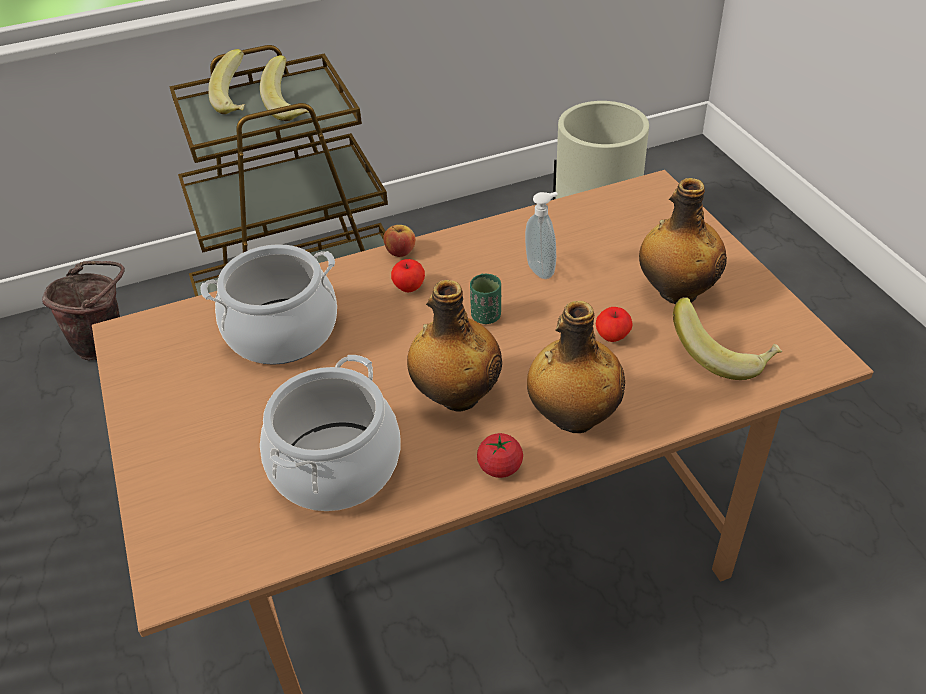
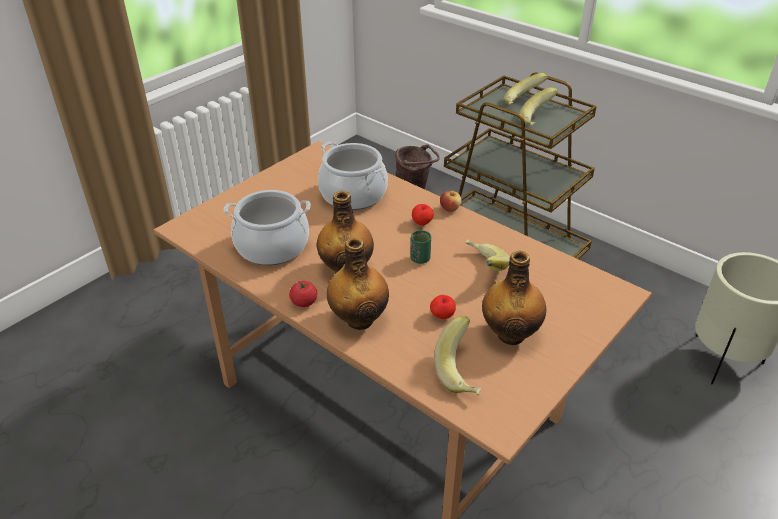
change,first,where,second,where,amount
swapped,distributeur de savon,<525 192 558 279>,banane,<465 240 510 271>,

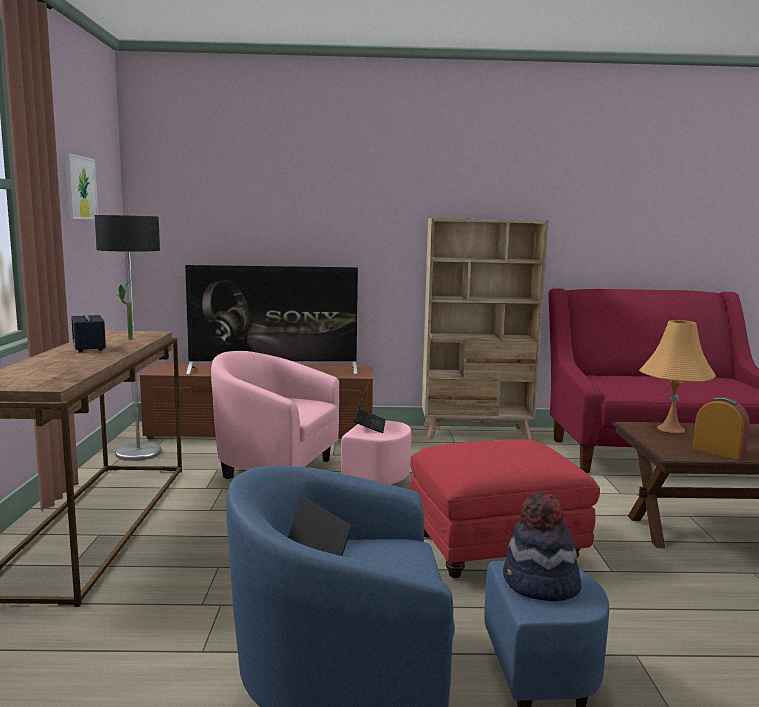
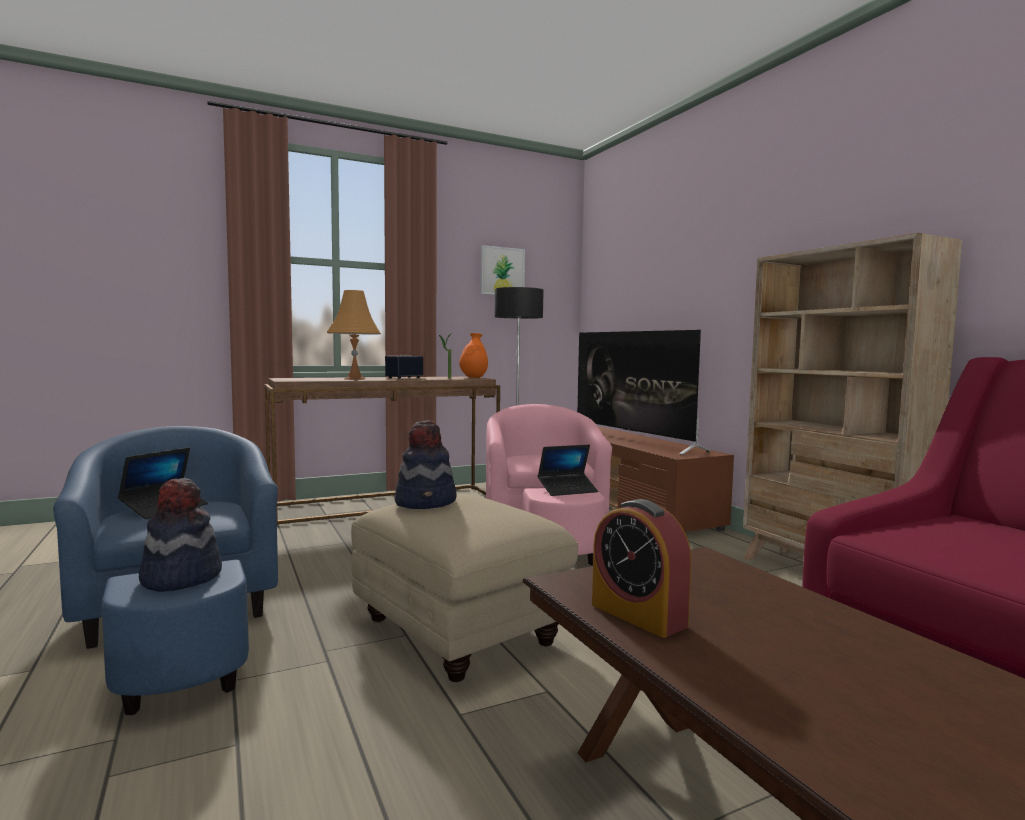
change,first,where,second,where,amount
shifted,lampe de table [orange],<639 320 716 433>,,<327 290 381 380>,
rotated,réveil,<692 397 750 460>,,<592 499 691 638>,120 degrees clockwise
repainted,pouf [rouge],<410 439 600 578>,pouf [beige],<351 495 578 682>,
new,,,vase [orange],<459 333 488 378>,
new,,,chapeau,<394 420 456 509>,

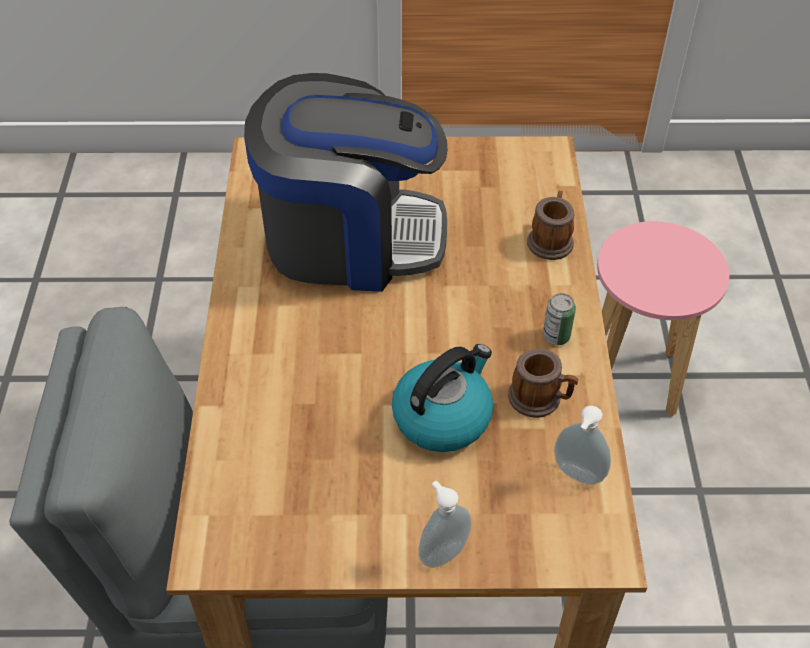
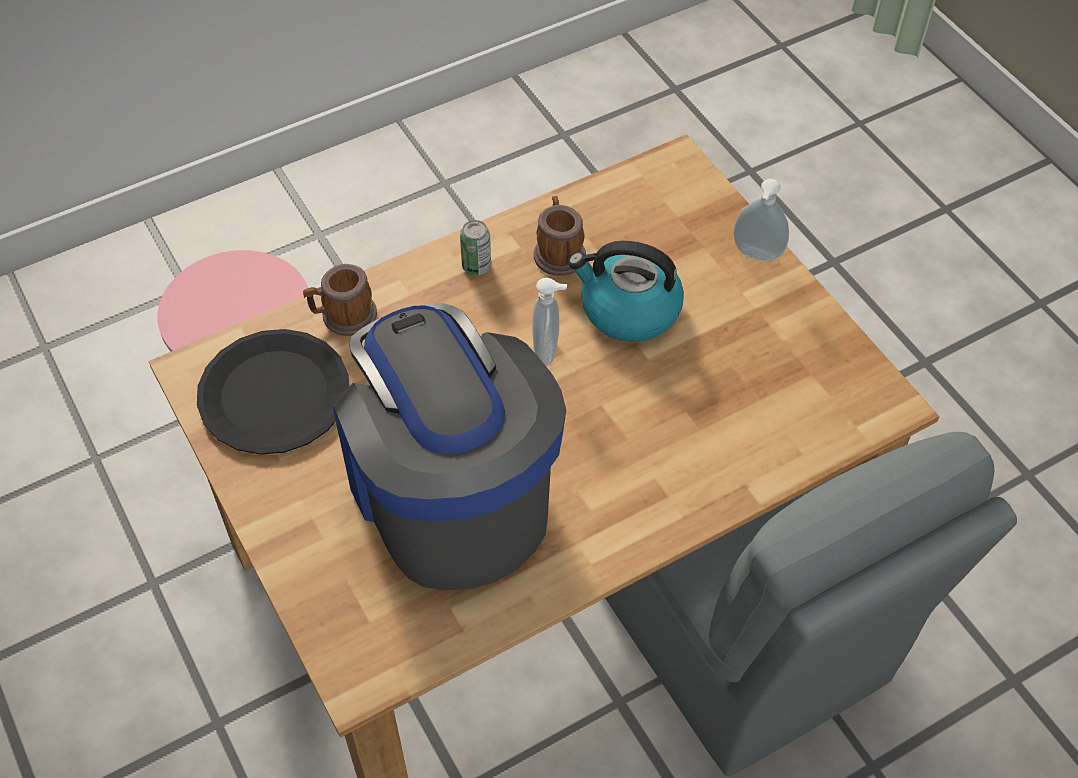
change,first,where,second,where,amount
shifted,distributeur de savon,<554 405 611 485>,,<532 278 567 366>,
new,,,assiette [noir],<197 329 349 455>,

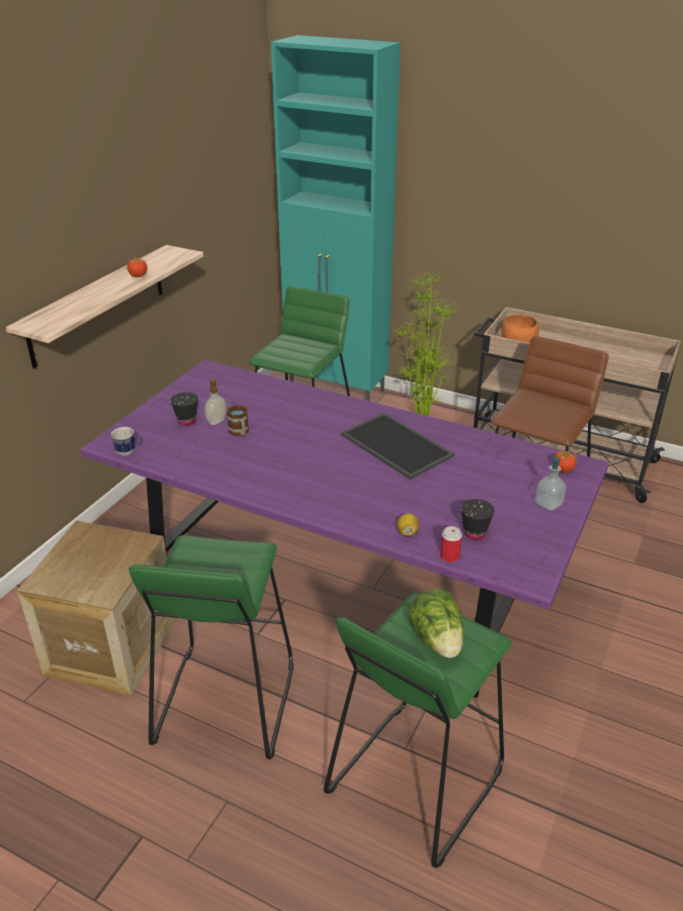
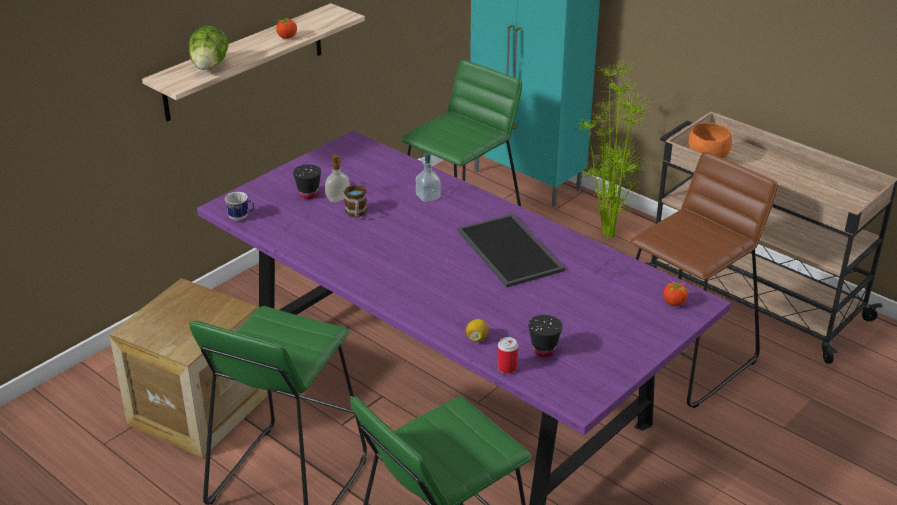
change,first,where,second,where,amount
shifted,distributeur de savon,<535 457 566 511>,,<416 152 440 202>,
shifted,laitue,<409 589 464 658>,,<189 26 229 70>,

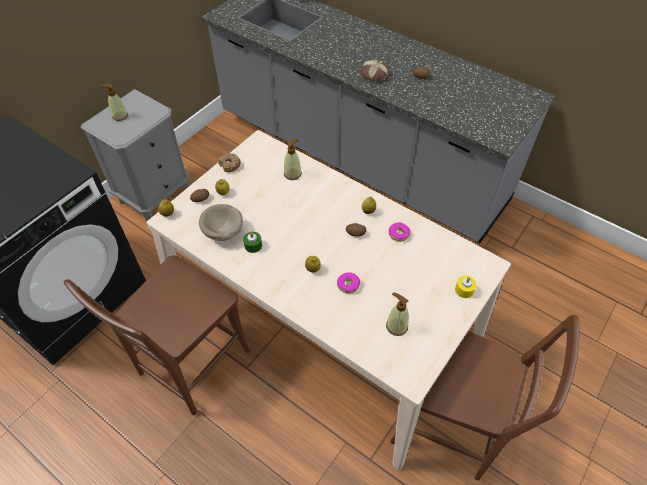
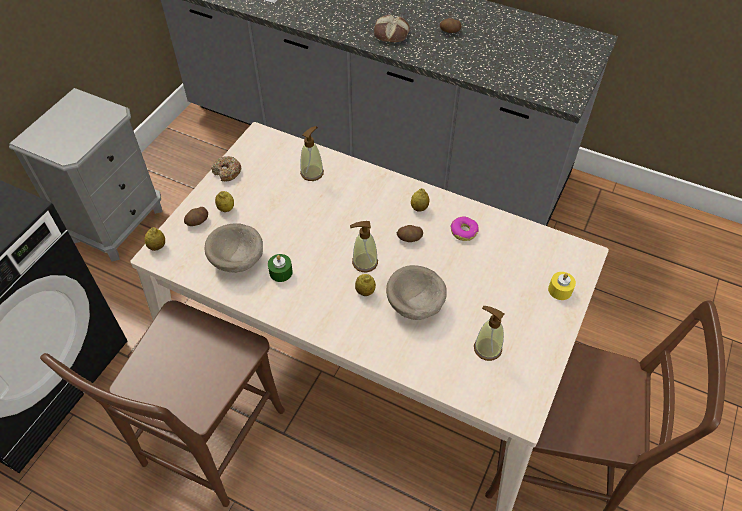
change,first,where,second,where,amount
shifted,distributeur de savon,<101 84 128 121>,,<350 221 378 273>,
swapped,beignet,<337 272 360 294>,bol [beige],<386 265 447 320>,

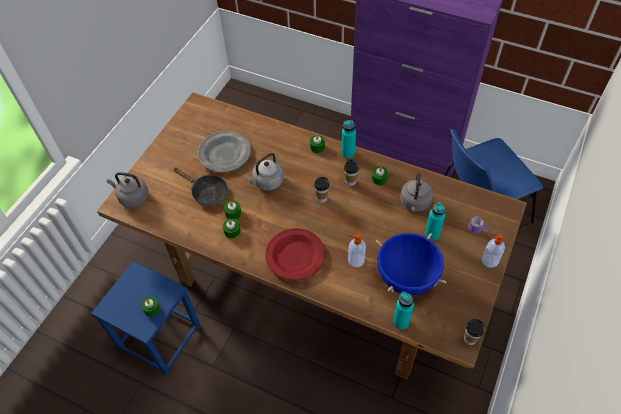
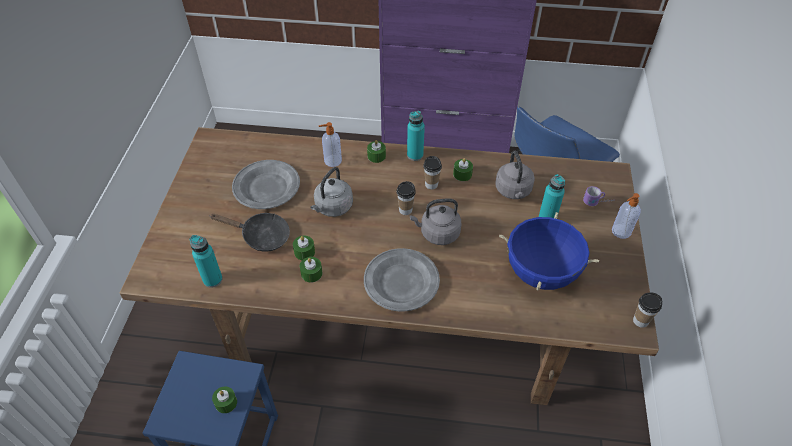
change,first,where,second,where,amount
shifted,bouilloire [gris],<107 172 149 208>,,<410 198 461 245>,
repainted,assiette [rouge],<265 228 325 281>,assiette [gris],<364 248 440 312>,
shifted,distributeur de savon,<348 234 366 267>,,<319 122 342 167>,
shifted,bouteille [turquoise],<393 292 414 330>,,<190 235 223 288>,

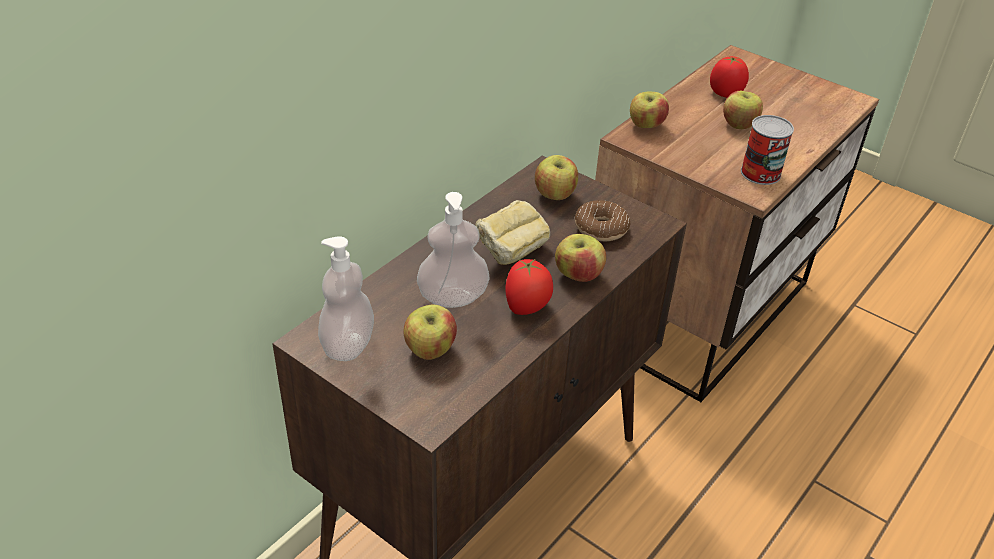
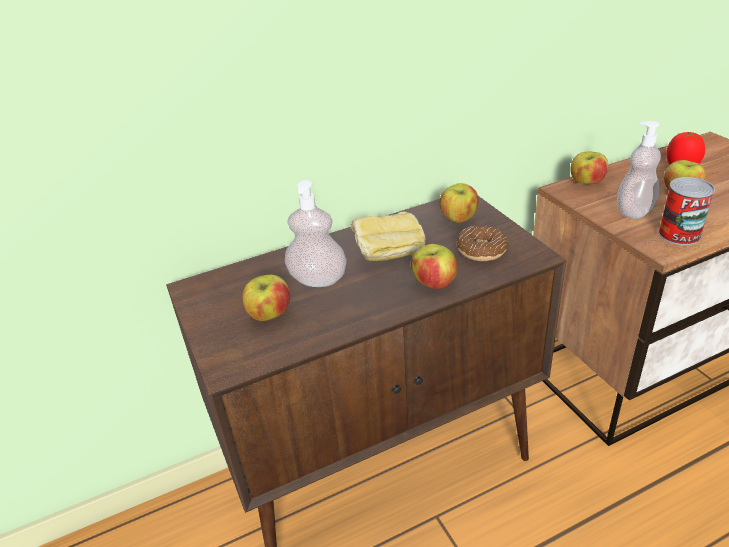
change,first,where,second,where,amount
shifted,distributeur de savon,<318 236 374 361>,,<617 121 661 219>,
gone,tomate,<505 258 553 315>,,,

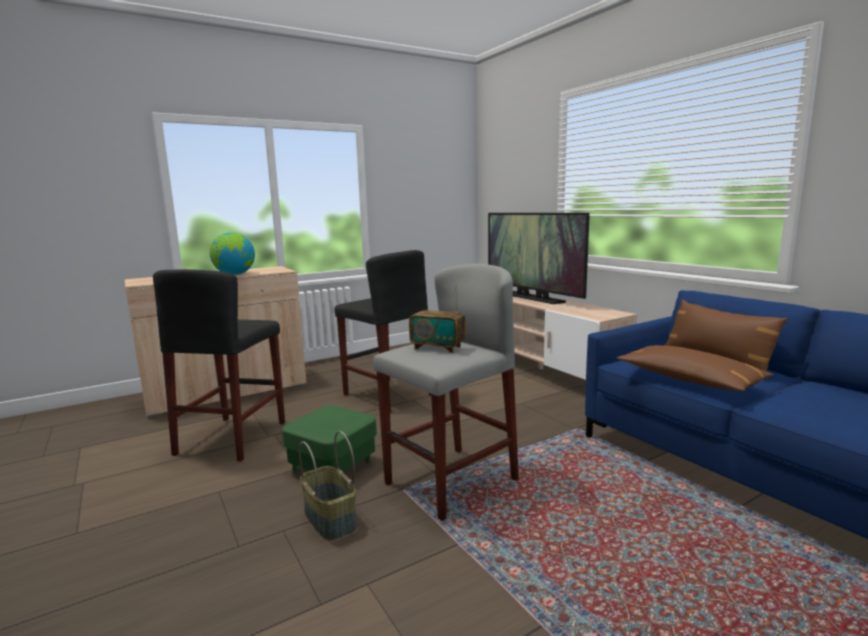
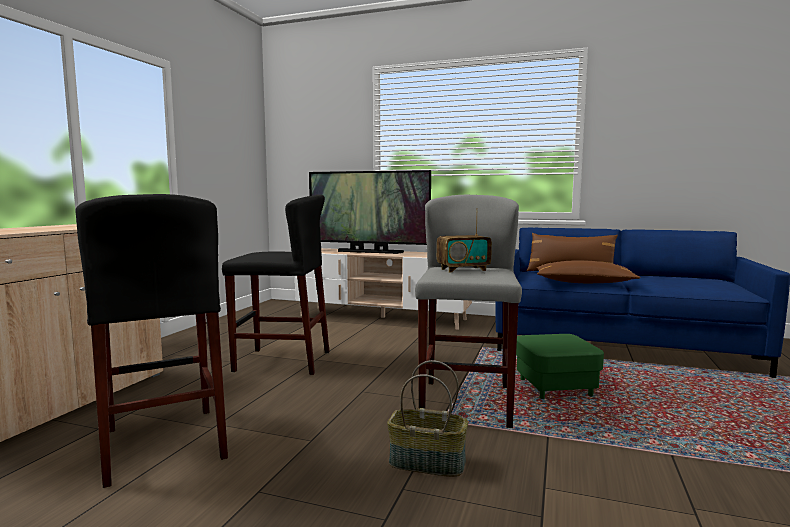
change,first,where,second,where,amount
gone,globe,<210 233 255 275>,,,
shifted,pouf [vert],<282 405 377 473>,,<516 334 604 399>,

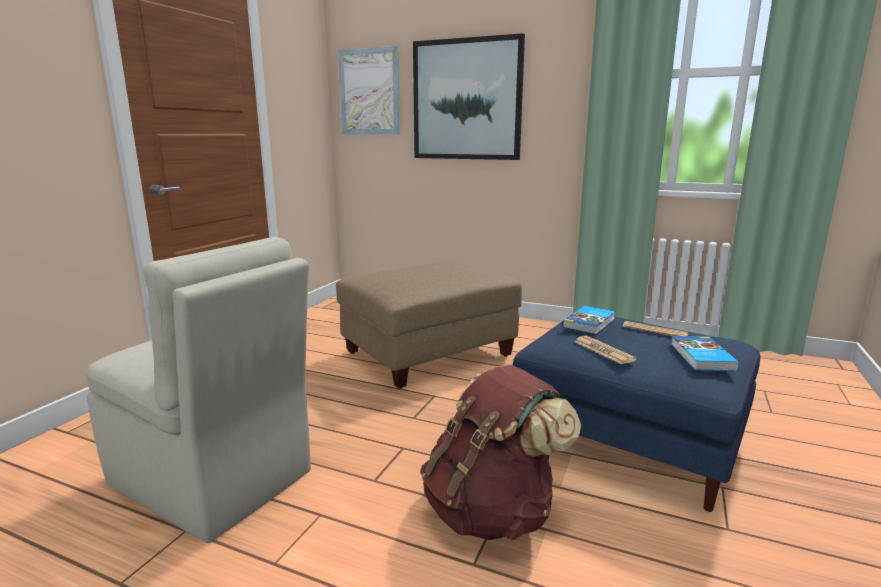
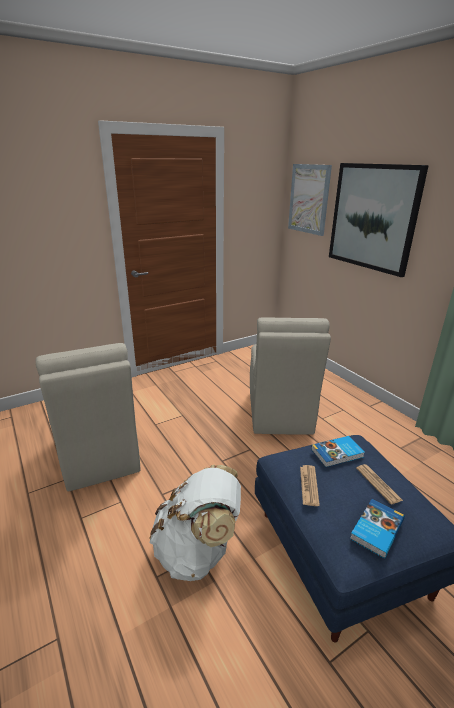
change,first,where,second,where,amount
swapped,pouf [beige],<336 261 522 389>,chaise [beige],<250 317 331 435>,
repainted,sac à dos [marron],<420 365 581 540>,sac à dos [blanc],<149 465 241 581>,

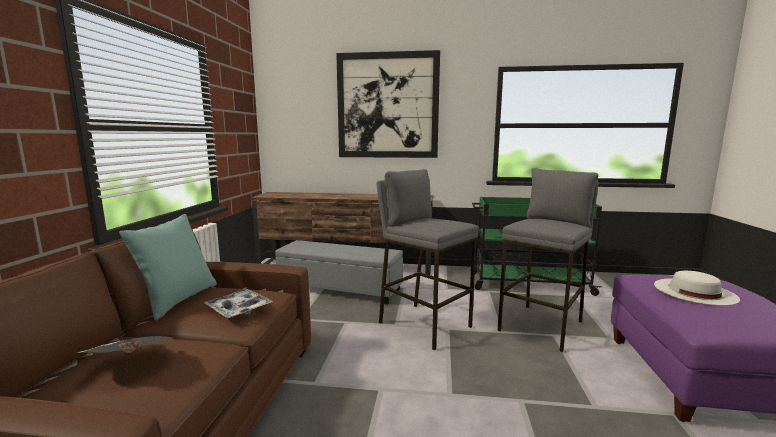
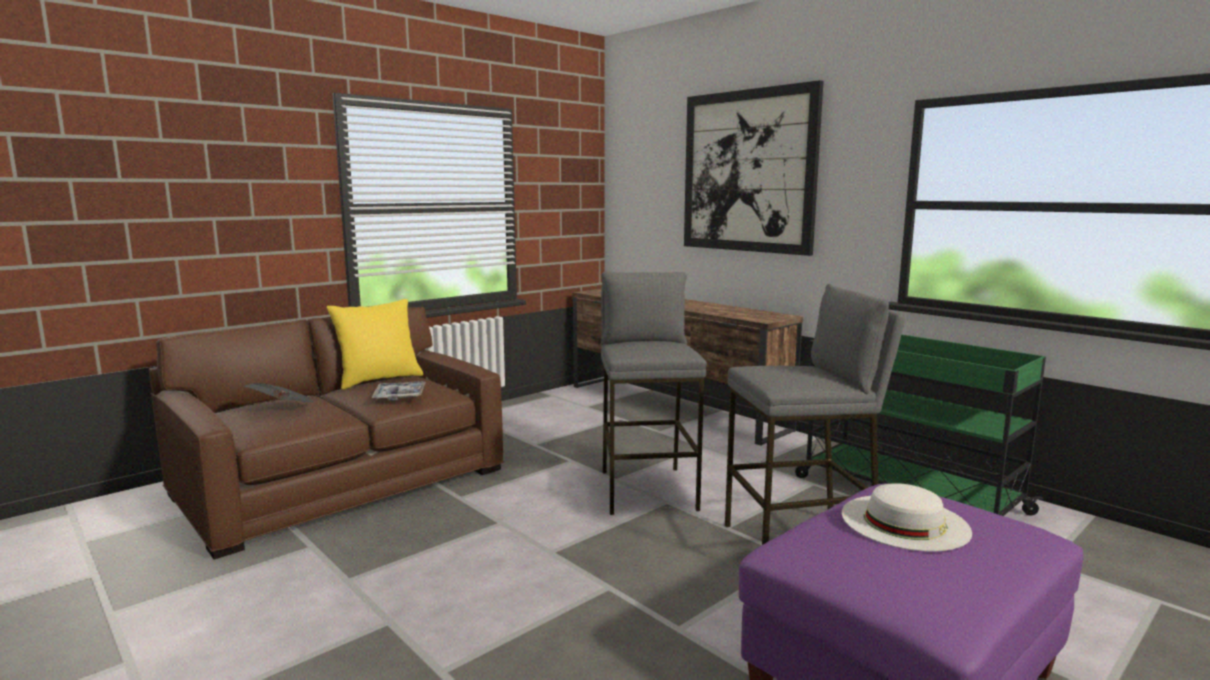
change,first,where,second,where,amount
repainted,coussin [turquoise],<119 214 217 320>,coussin [jaune],<327 299 423 390>,
gone,pouf [gris],<275 240 403 305>,,,

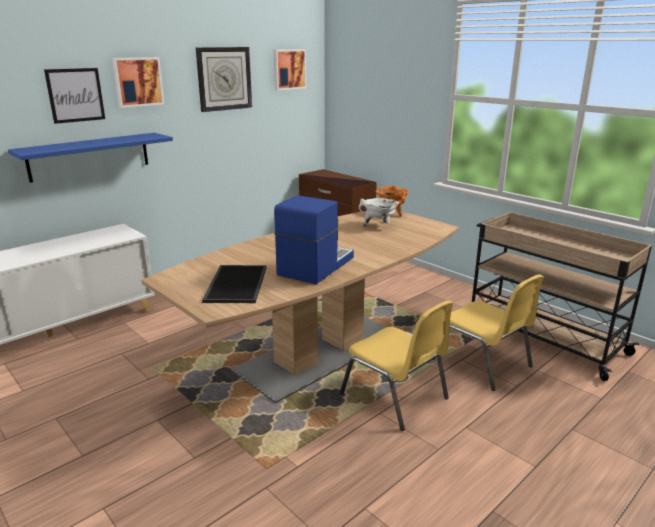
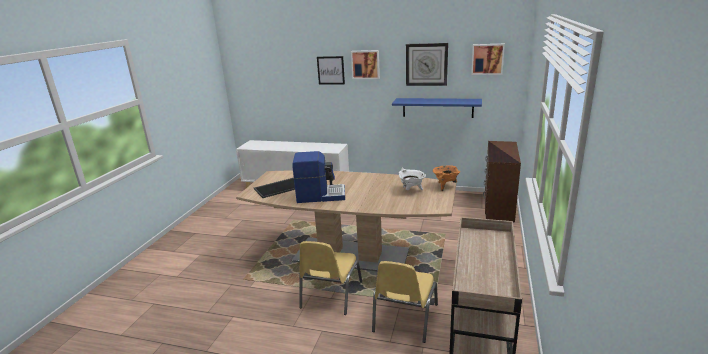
change,first,where,second,where,amount
shifted,étagère [bleu],<8 133 173 182>,,<392 98 482 118>,

